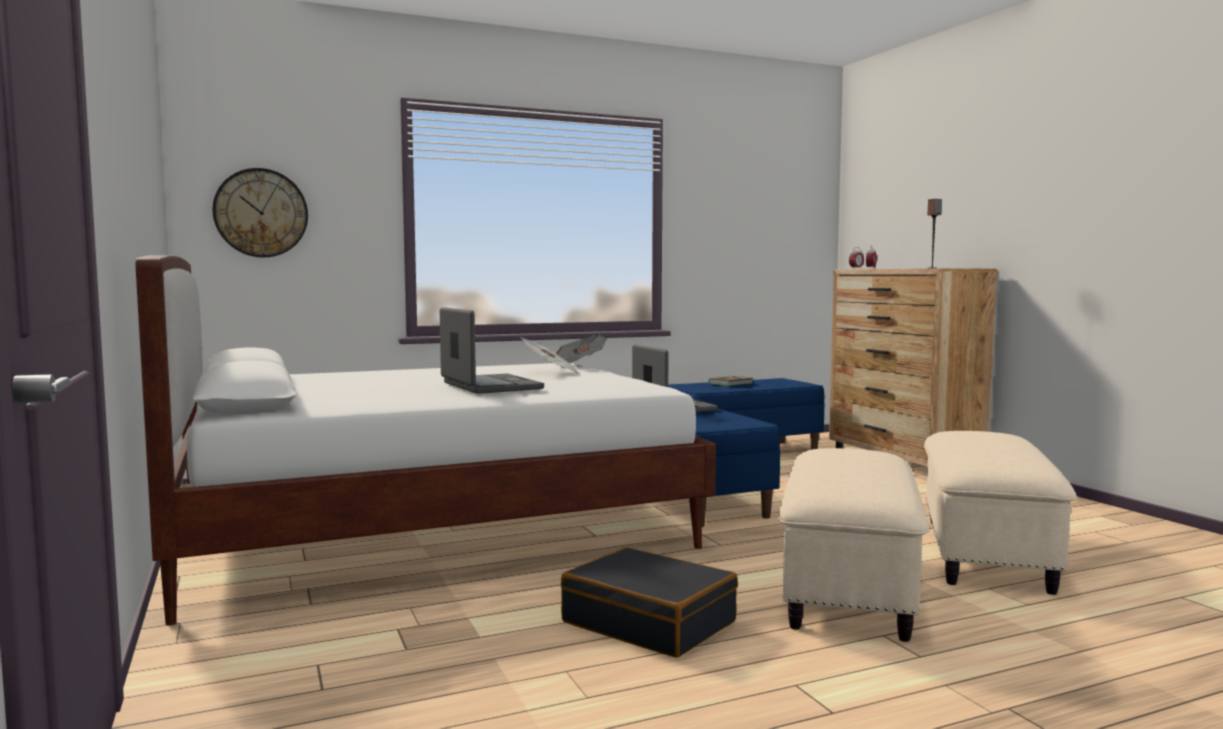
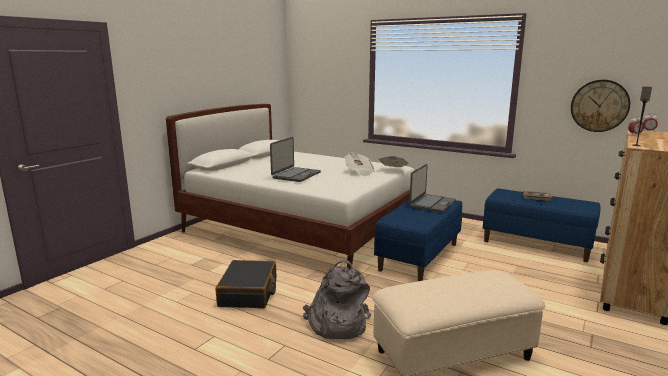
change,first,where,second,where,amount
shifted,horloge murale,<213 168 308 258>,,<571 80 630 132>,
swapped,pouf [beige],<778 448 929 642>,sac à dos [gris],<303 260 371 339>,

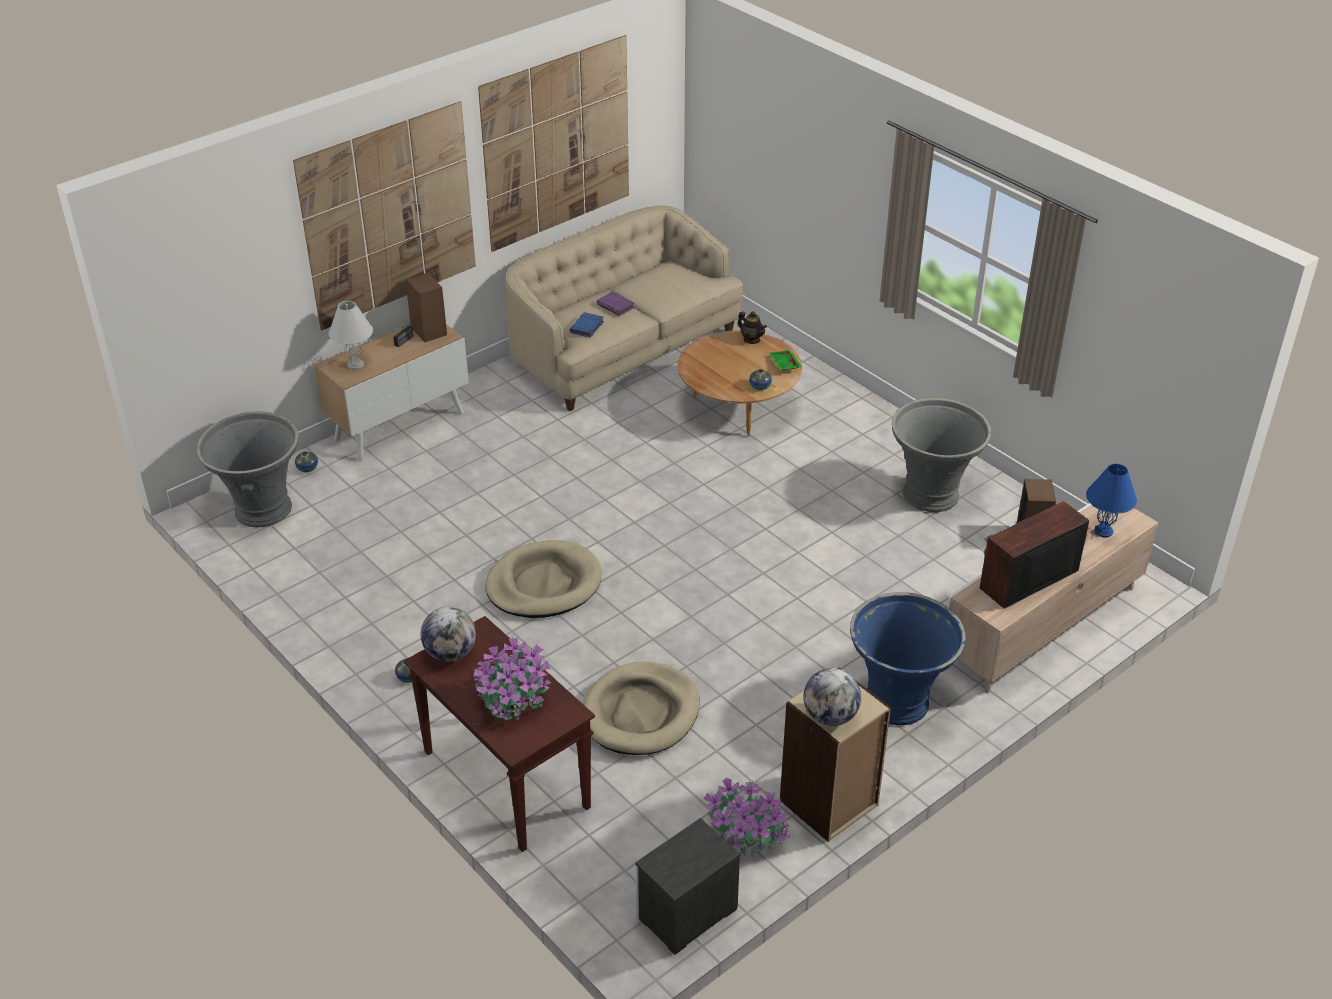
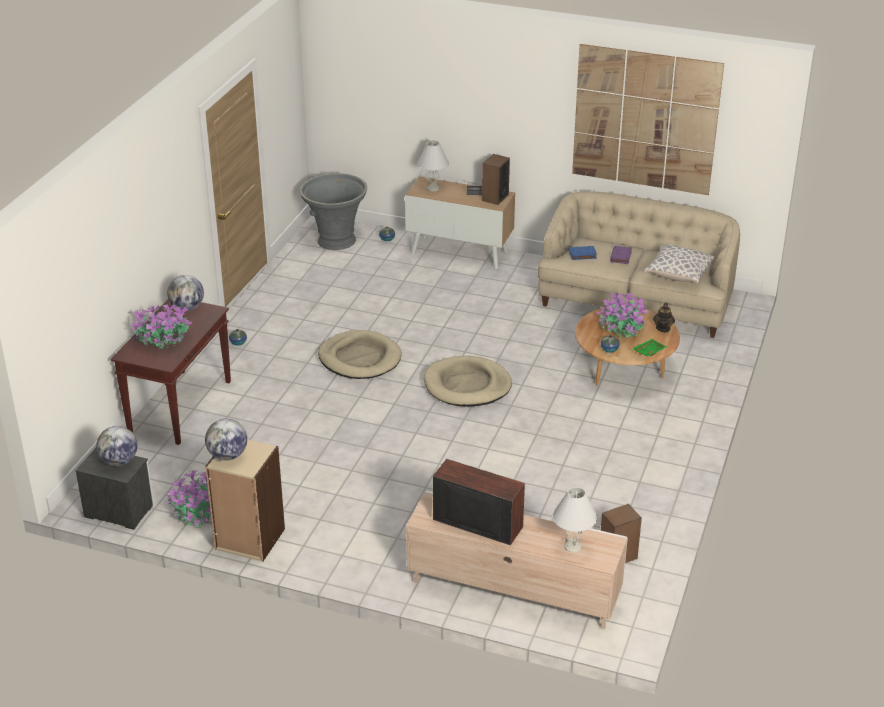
change,first,where,second,where,amount
gone,tableau,<293 101 476 331>,,,
gone,cache-pot [gris],<892 398 992 512>,,,
repainted,lampe de table [bleu],<1086 464 1137 538>,lampe de table [blanc],<552 487 597 553>,
gone,cache-pot [bleu],<850 592 966 725>,,,
shifted,panier pour chien [beige],<582 662 700 755>,,<424 356 512 406>,
new,,,coussin,<644 245 714 284>,
new,,,plante en pot,<597 292 648 339>,
new,,,globe,<96 426 137 466>,

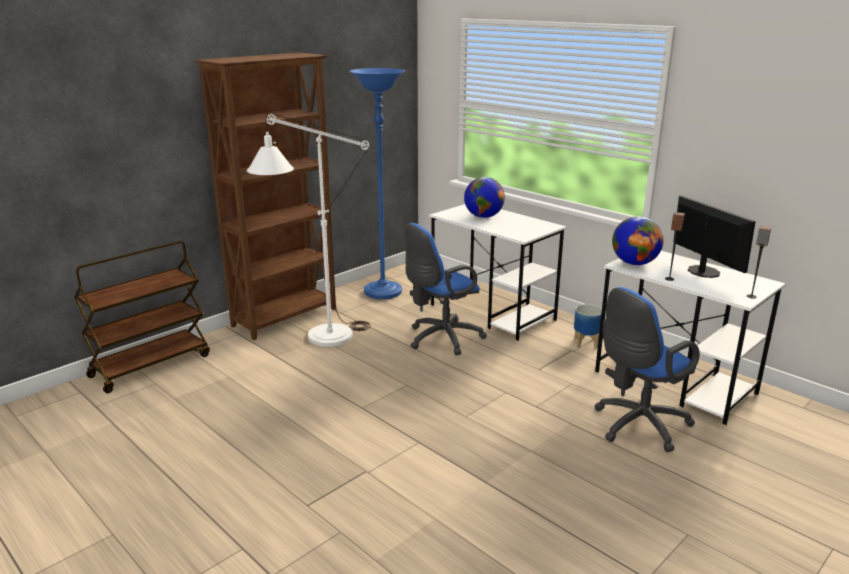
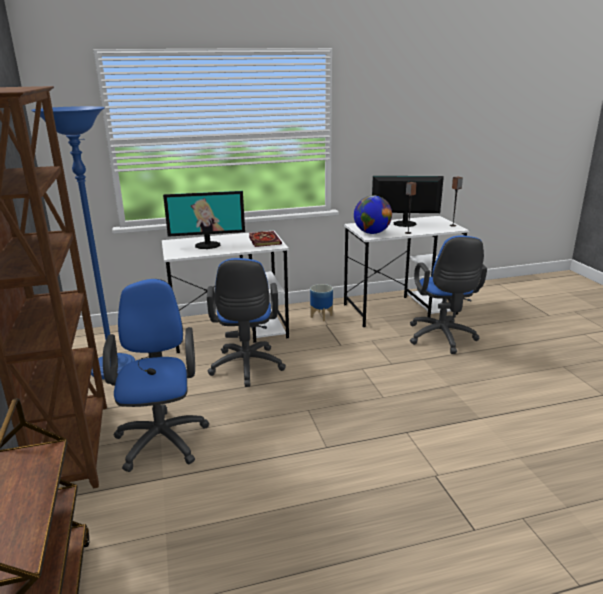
change,first,where,second,where,amount
swapped,lampadaire [blanc],<247 113 371 347>,chaise de bureau [bleu],<103 279 209 472>,
swapped,globe,<464 177 505 218>,écran d'ordinateur,<163 191 245 249>,
new,,,livre,<249 231 282 247>,

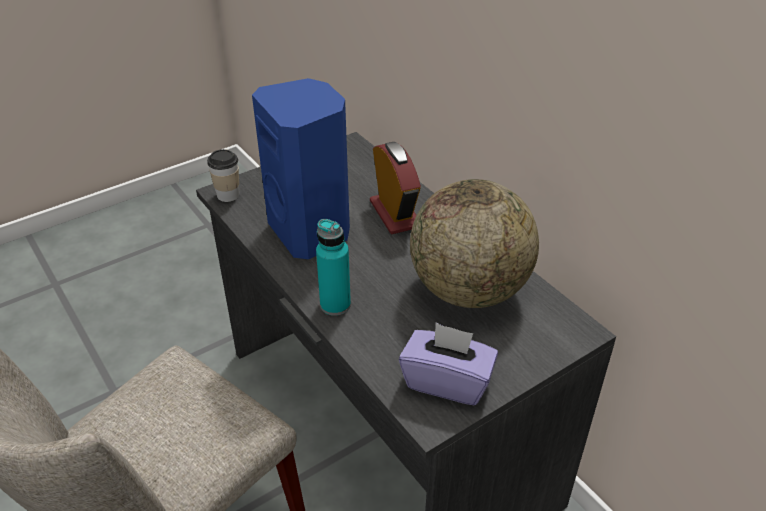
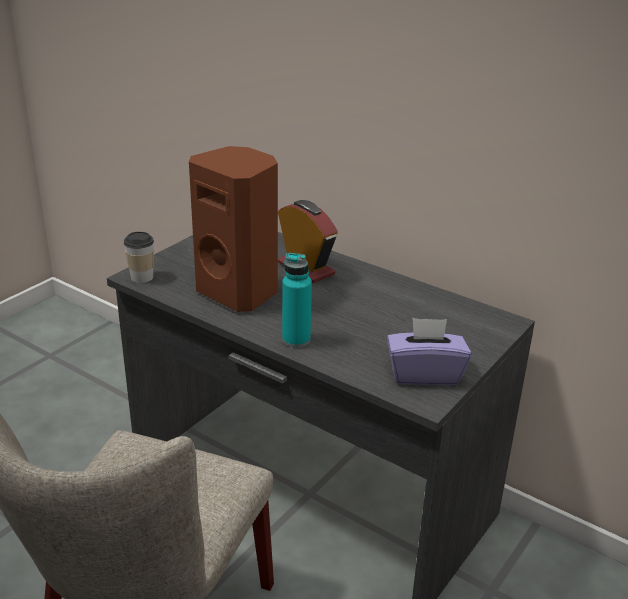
change,first,where,second,where,amount
repainted,enceinte [bleu],<252 78 350 259>,enceinte [marron],<189 146 278 312>,
gone,globe,<410 179 539 308>,,,

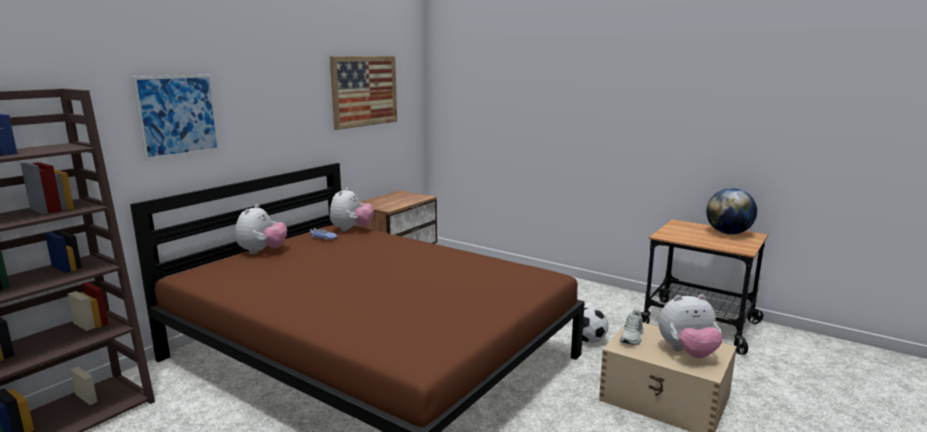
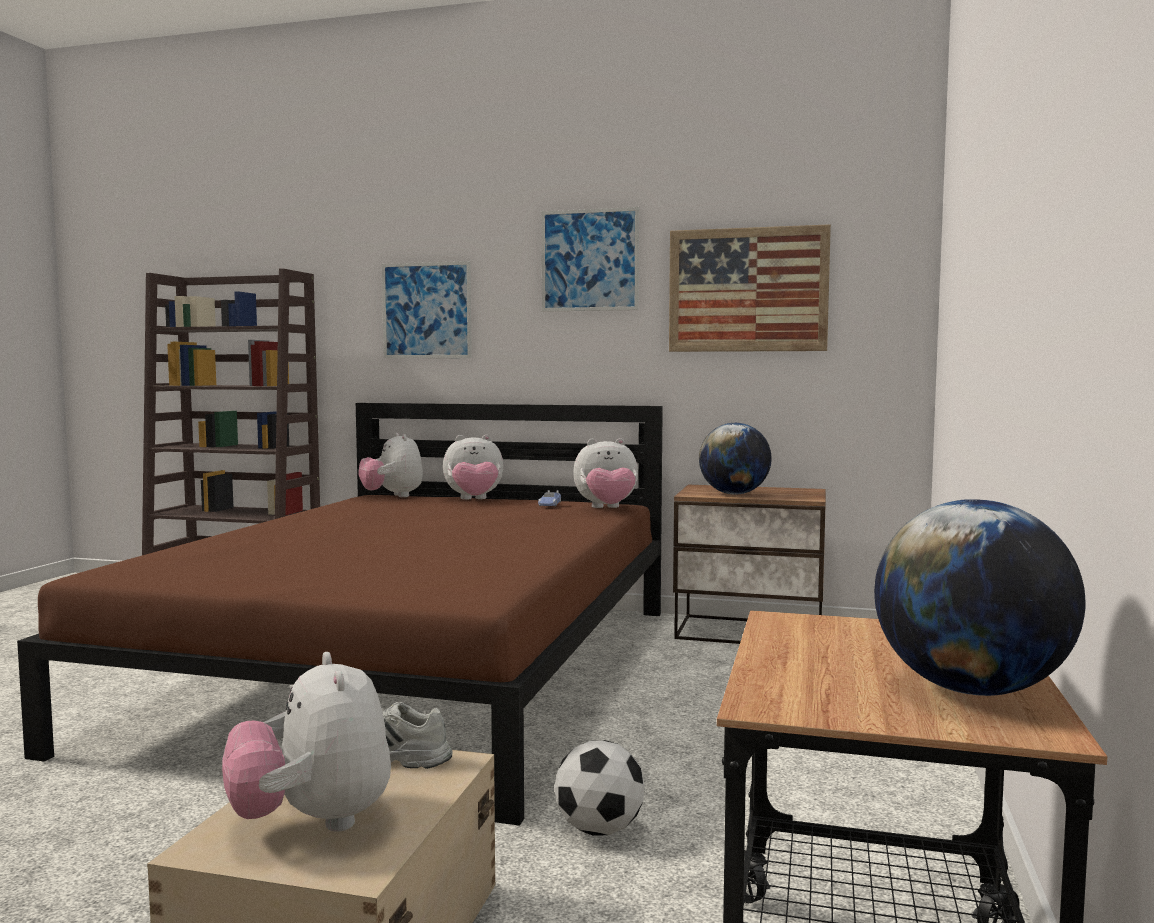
change,first,where,second,where,amount
new,,,tableau,<541 207 639 312>,
new,,,globe,<699 423 772 495>,
new,,,peluche,<358 433 423 497>,

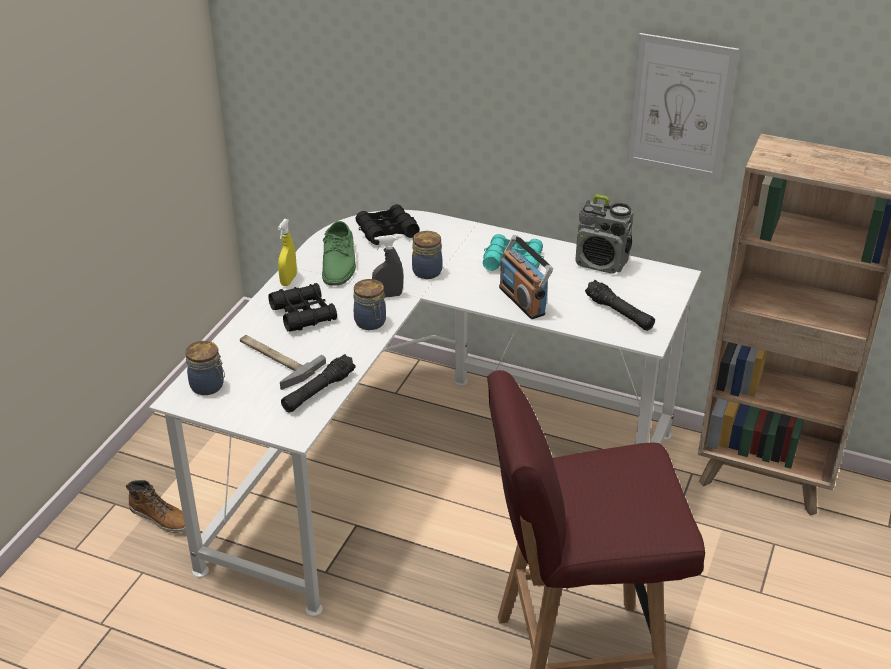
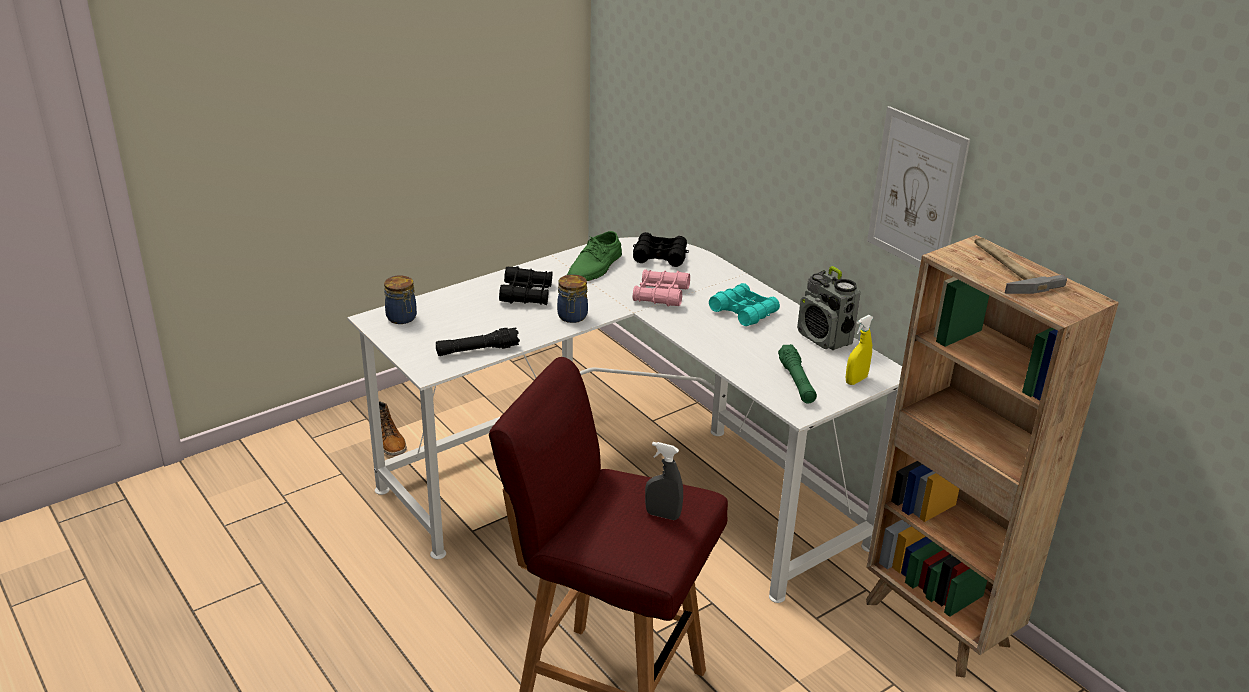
change,first,where,second,where,amount
shifted,vaporisateur [jaune],<278 219 297 286>,,<845 315 874 385>,
swapped,bocal,<412 231 442 279>,jumelles [rose],<633 269 690 306>,
shifted,vaporisateur [gris],<372 235 403 298>,,<645 442 683 520>,
gone,radio,<499 235 553 319>,,,
repainted,lampe de poche [noir],<585 280 655 331>,lampe de poche [vert],<778 344 817 404>,
shifted,marteau,<240 335 326 390>,,<974 238 1067 294>,

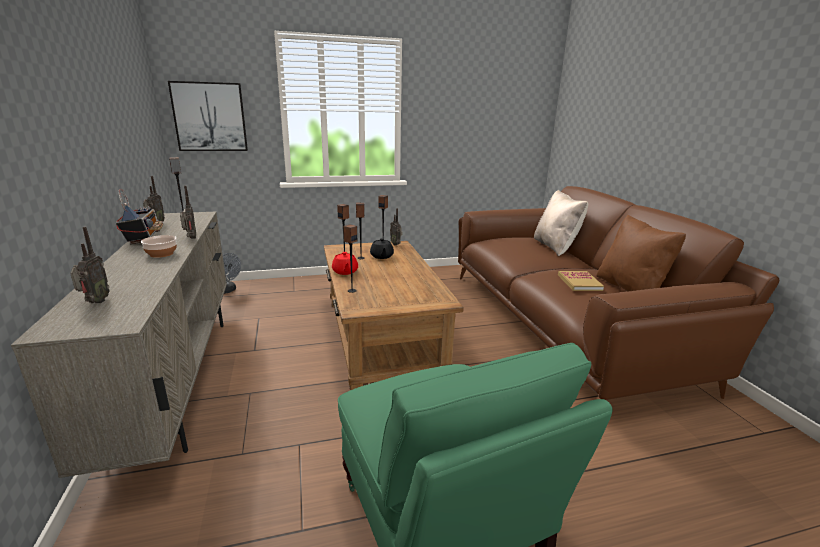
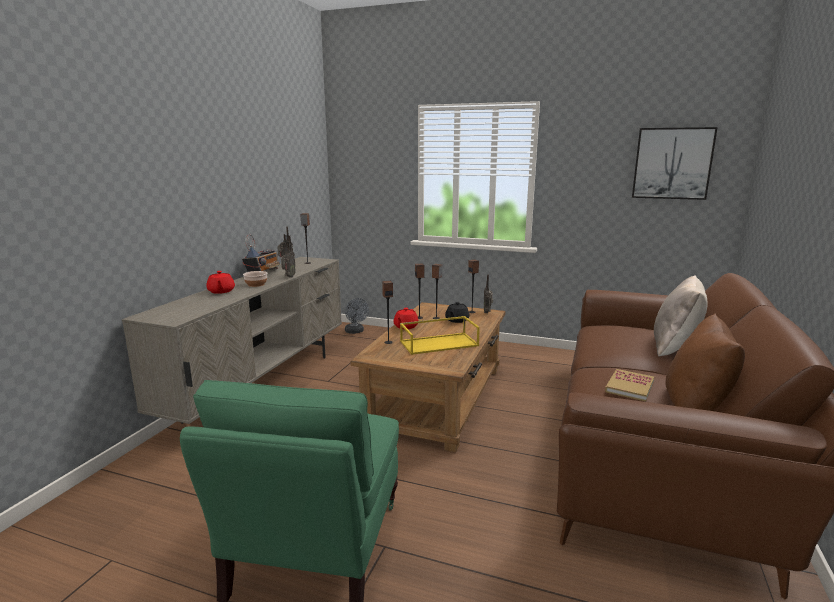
change,first,where,second,where,amount
shifted,tableau,<168 81 248 151>,,<632 127 718 200>,
gone,radio,<70 226 110 303>,,,
new,,,théière [rouge],<206 271 235 294>,
new,,,plateau [jaune],<400 316 480 355>,

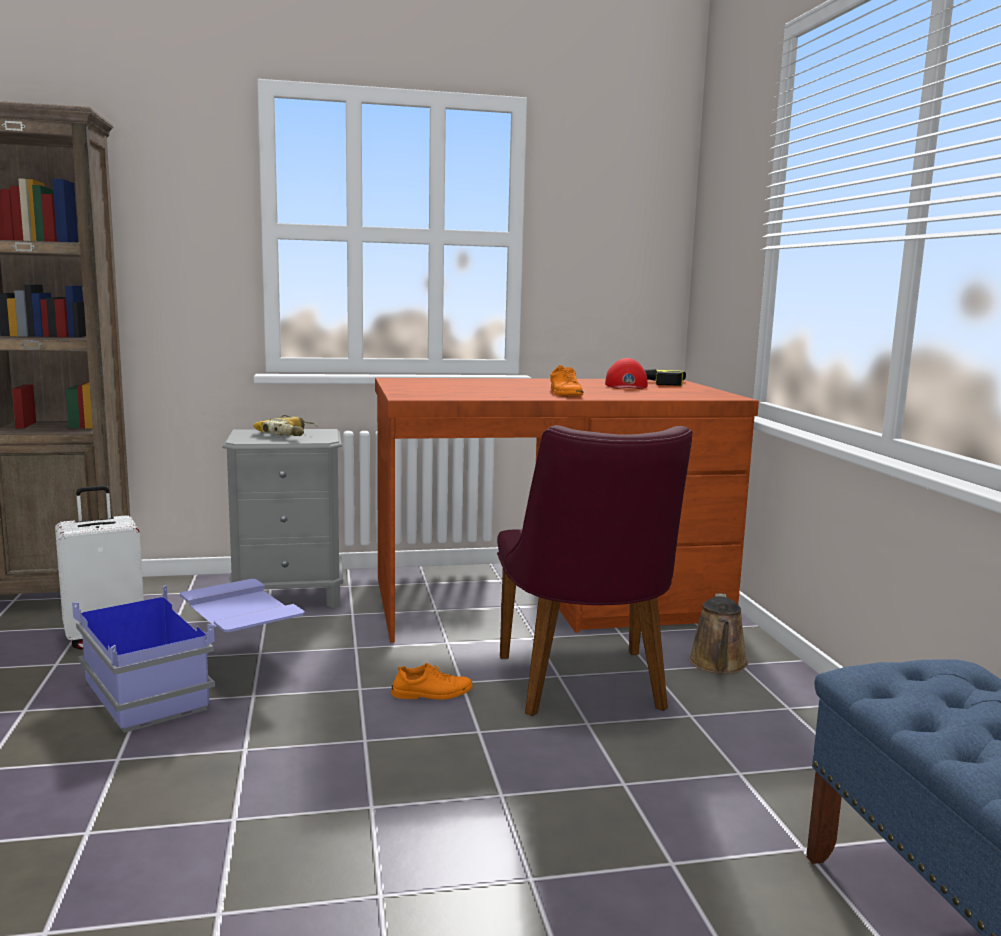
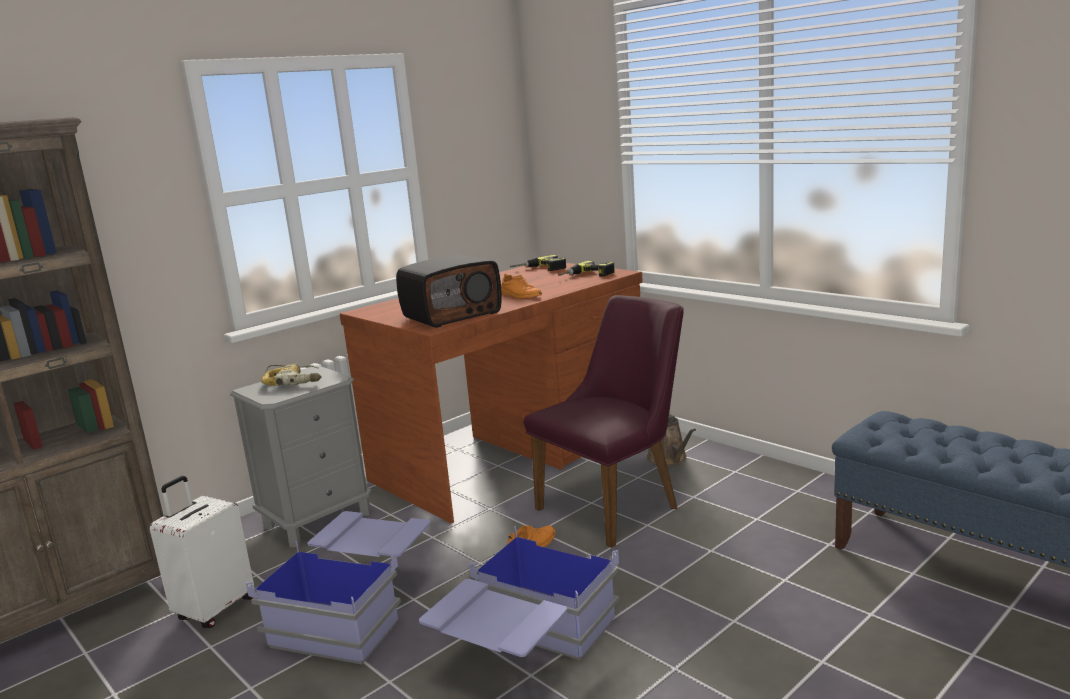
change,first,where,second,where,amount
gone,casquette [rouge],<605 358 648 389>,,,
rotated,chaise [violet],<497 425 692 716>,,<524 295 684 548>,90 degrees counterclockwise
new,,,radio,<396 255 502 328>,
new,,,perceuse,<558 261 615 276>,
new,,,boîte de rangement [bleu],<419 526 619 660>,

